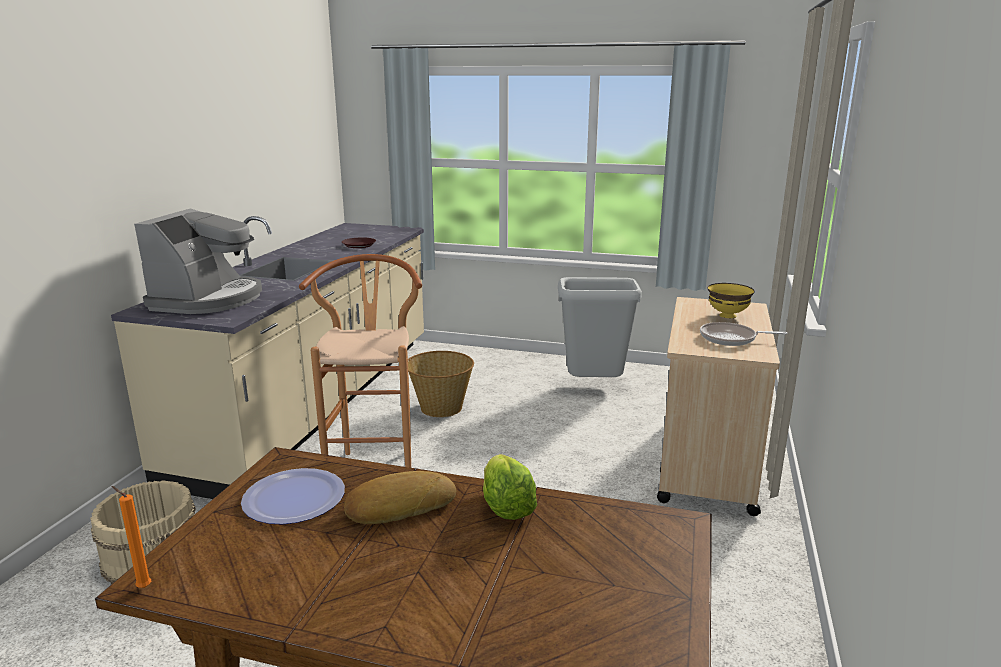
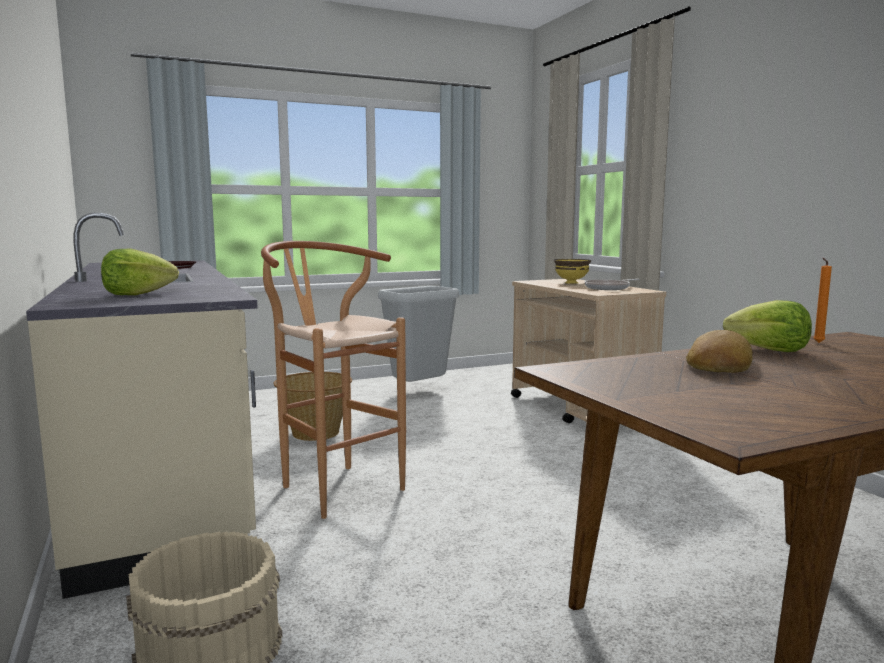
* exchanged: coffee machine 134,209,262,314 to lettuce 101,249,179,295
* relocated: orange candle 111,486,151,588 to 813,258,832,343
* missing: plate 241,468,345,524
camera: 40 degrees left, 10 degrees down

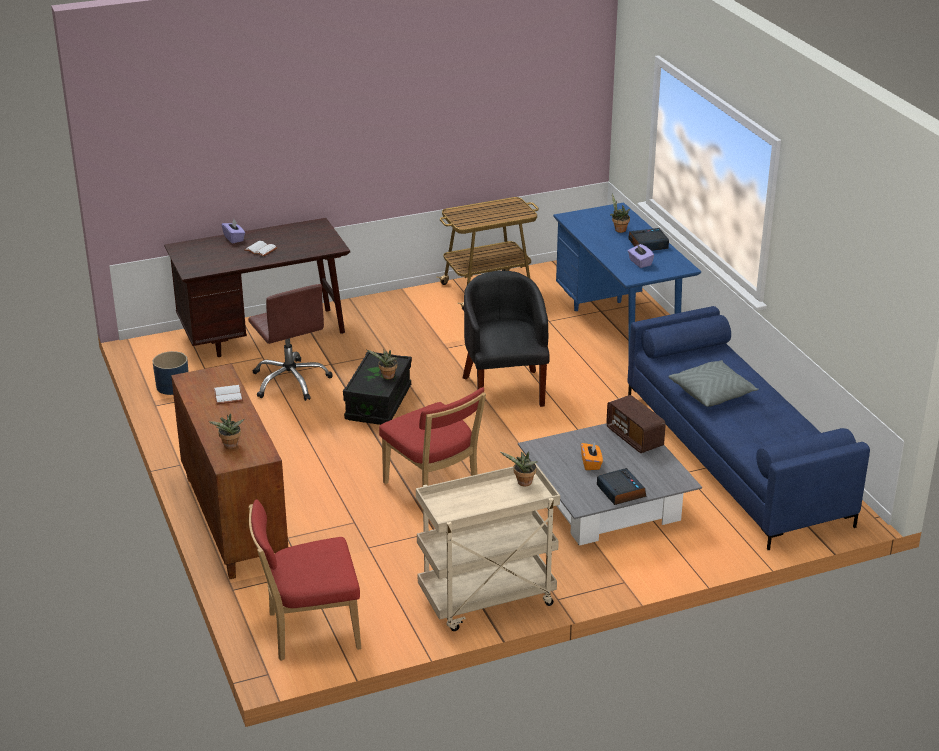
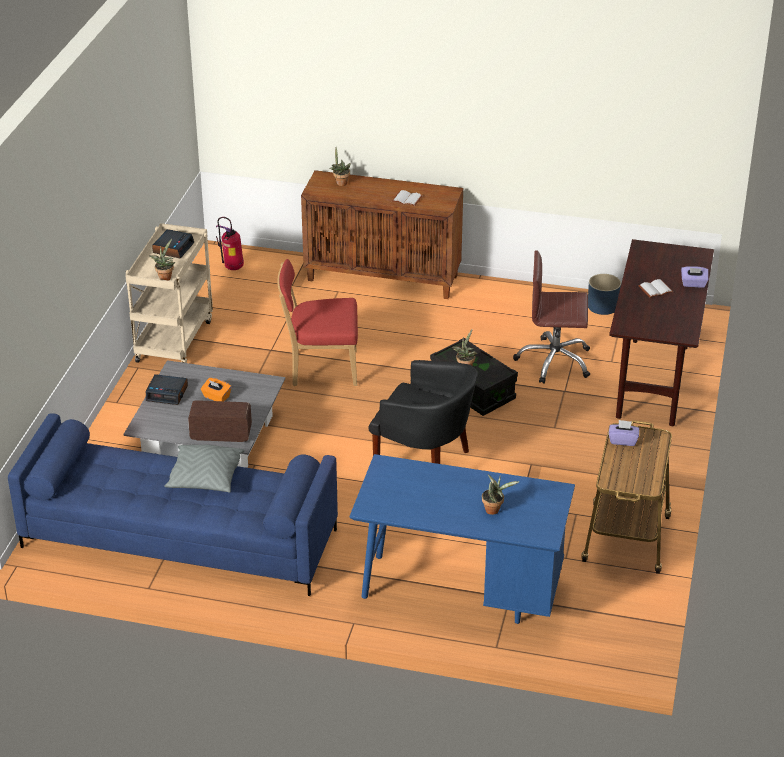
* relocated: alarm clock 628,228,669,251 to 152,229,194,258
* exchanged: red chair 248,499,361,661 to fire extinguisher 216,217,244,270
* relocated: purple tissue box 628,244,654,268 to 609,420,639,446
camera: 125 degrees right, 5 degrees up

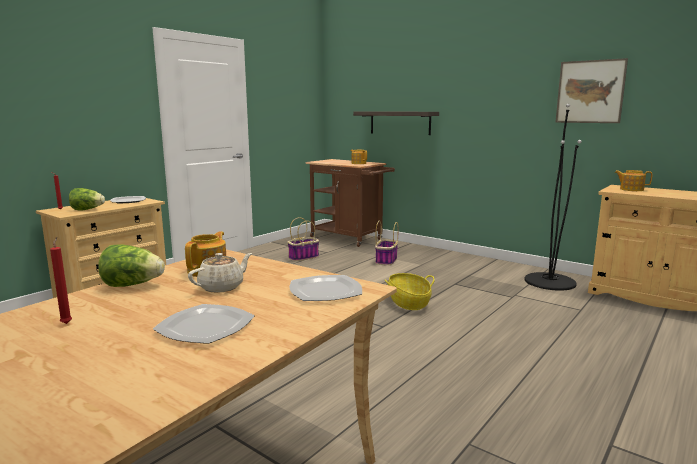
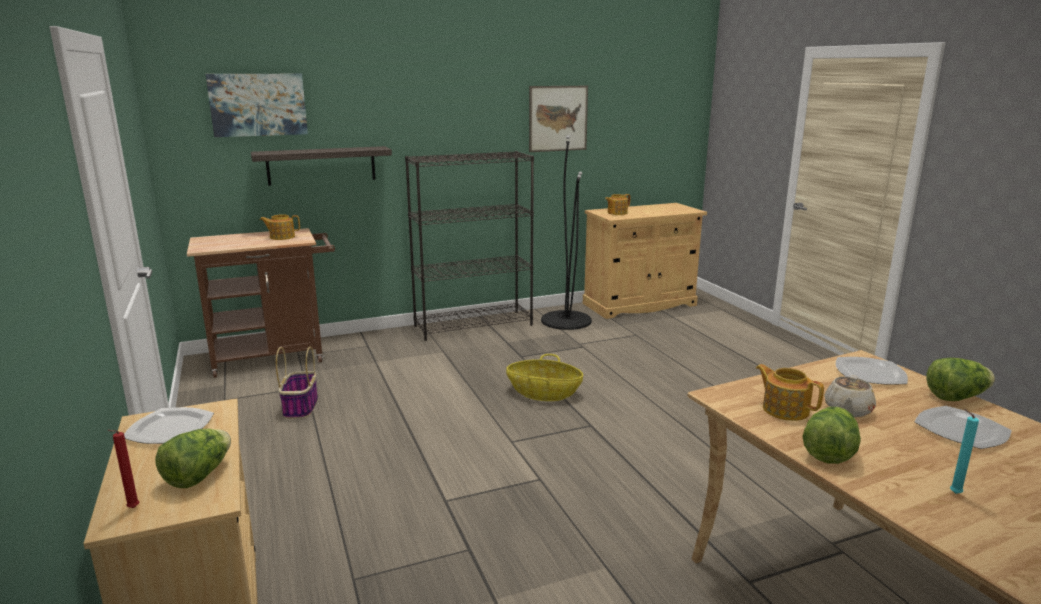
* appeared: picture 206,74,308,137
* appeared: black bookcase 405,151,534,341
* spun: beige teapot 188,253,252,293 = 824,375,876,417 135 degrees counterclockwise
* appeared: lettuce 926,358,995,401
* colour: red candle 50,237,72,324 to turquoise candle 950,409,979,494
* missing: basket 375,221,399,265
camera: 60 degrees left, 5 degrees up

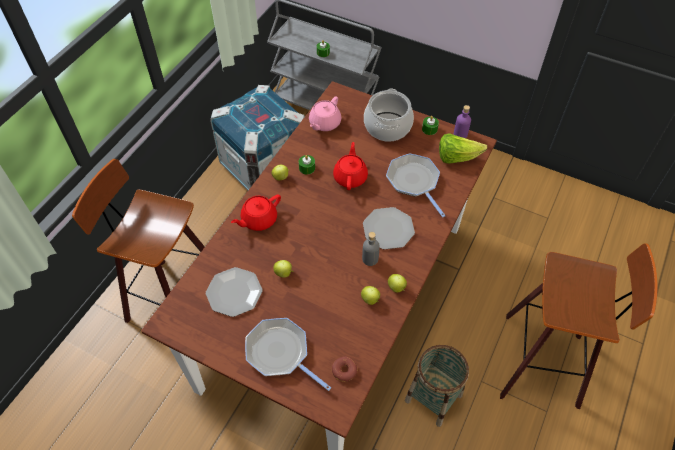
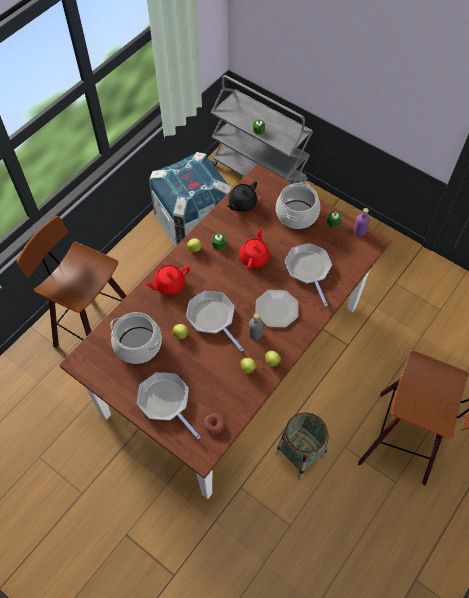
* exchanged: plate 206,267,263,317 to cooking pot 110,312,162,364
* appeared: frying pan 186,291,244,351
* colour: pink teapot 309,96,341,131 to black teapot 227,181,257,212
* missing: lettuce 439,133,488,164
camera: 10 degrees right, 5 degrees up

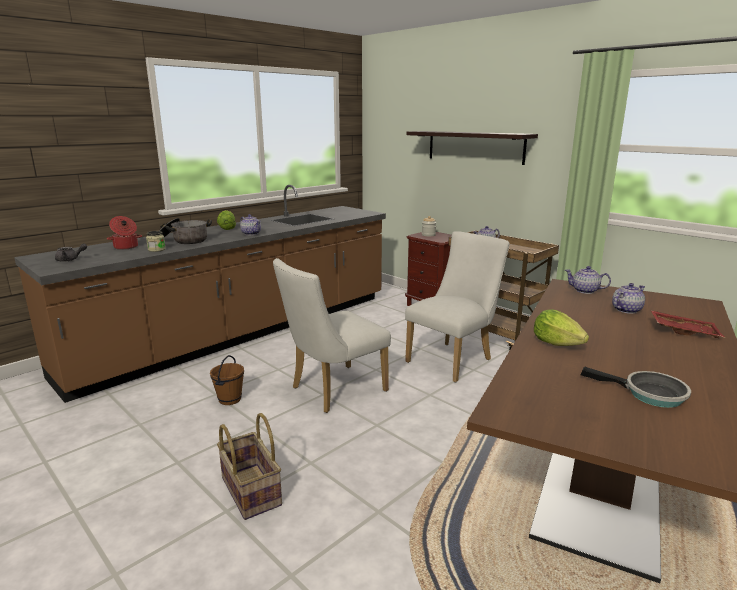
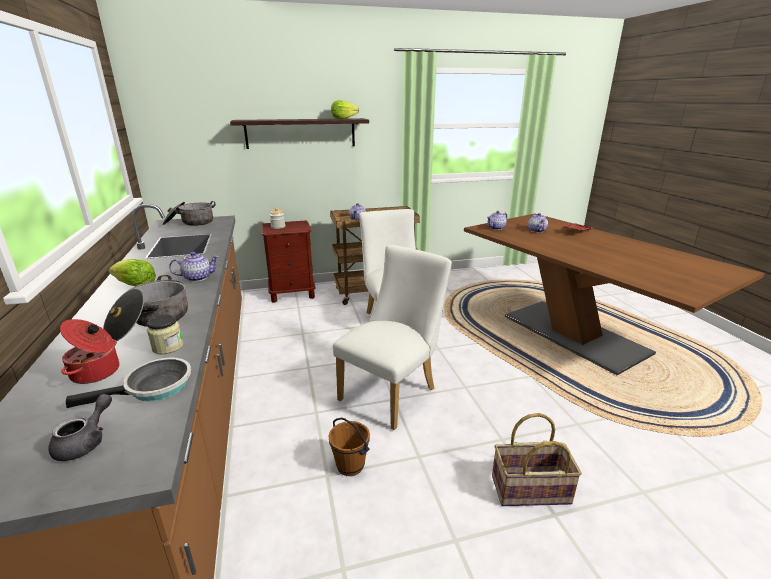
* relocated: frying pan 581,367,691,408 to 66,357,192,408
* appeared: cooking pot 163,201,216,226
* relocated: lettuce 534,309,589,346 to 331,100,359,119
* spun: white chair 273,258,391,413 = 333,245,452,430 135 degrees counterclockwise
camera: 60 degrees left, 5 degrees up

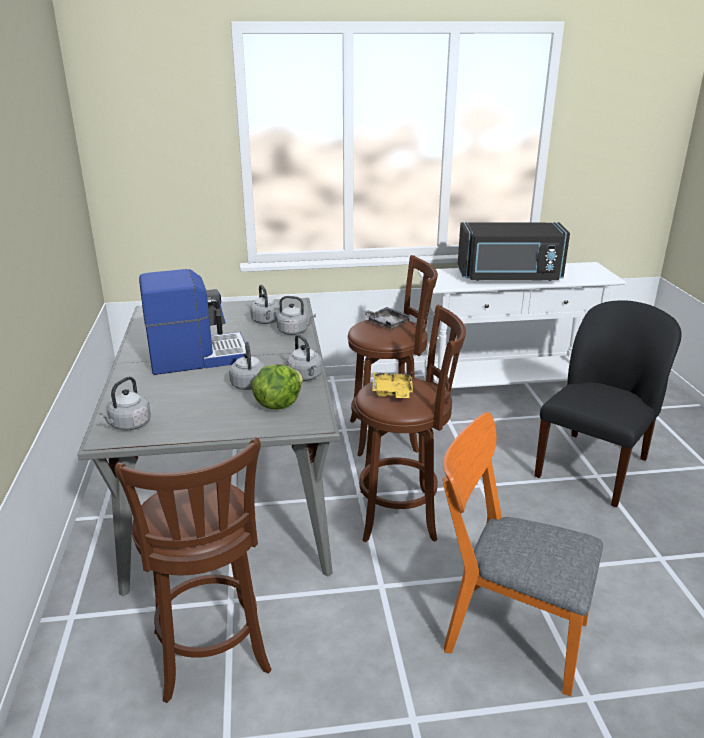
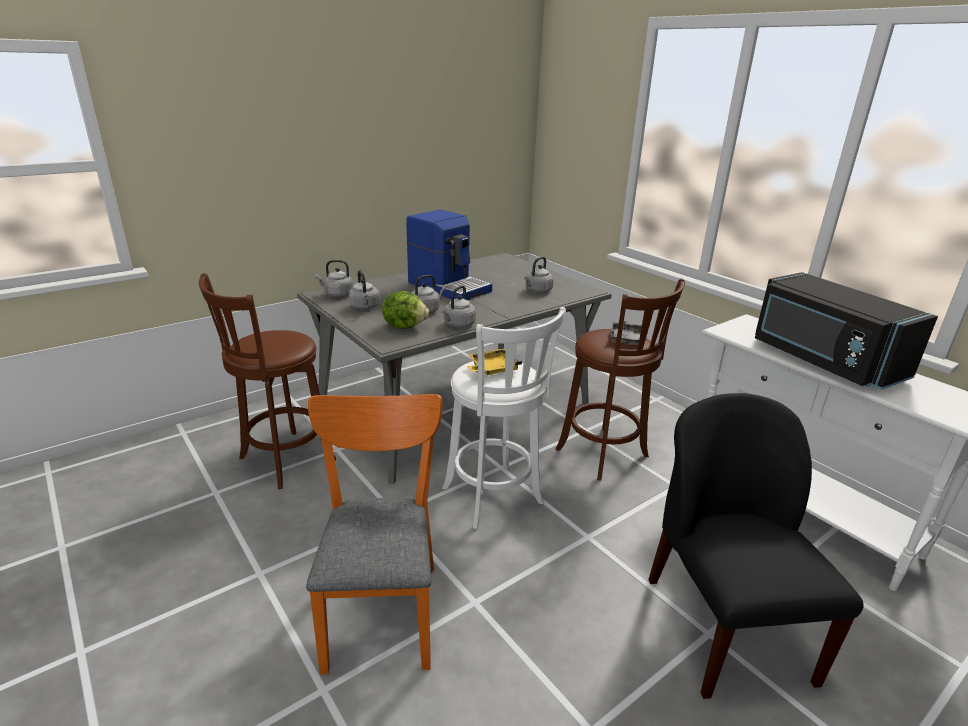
* relocated: grey kettle 277,296,316,335 to 349,270,380,310
* colour: brown stool 355,305,466,542 to white stool 442,307,566,529
* spun: black chair 534,300,682,507 = 648,393,864,699 105 degrees counterclockwise
camera: 60 degrees right, 0 degrees up

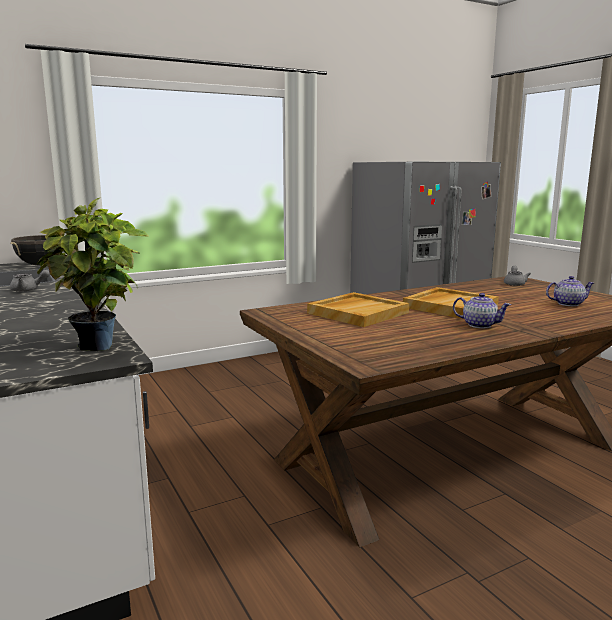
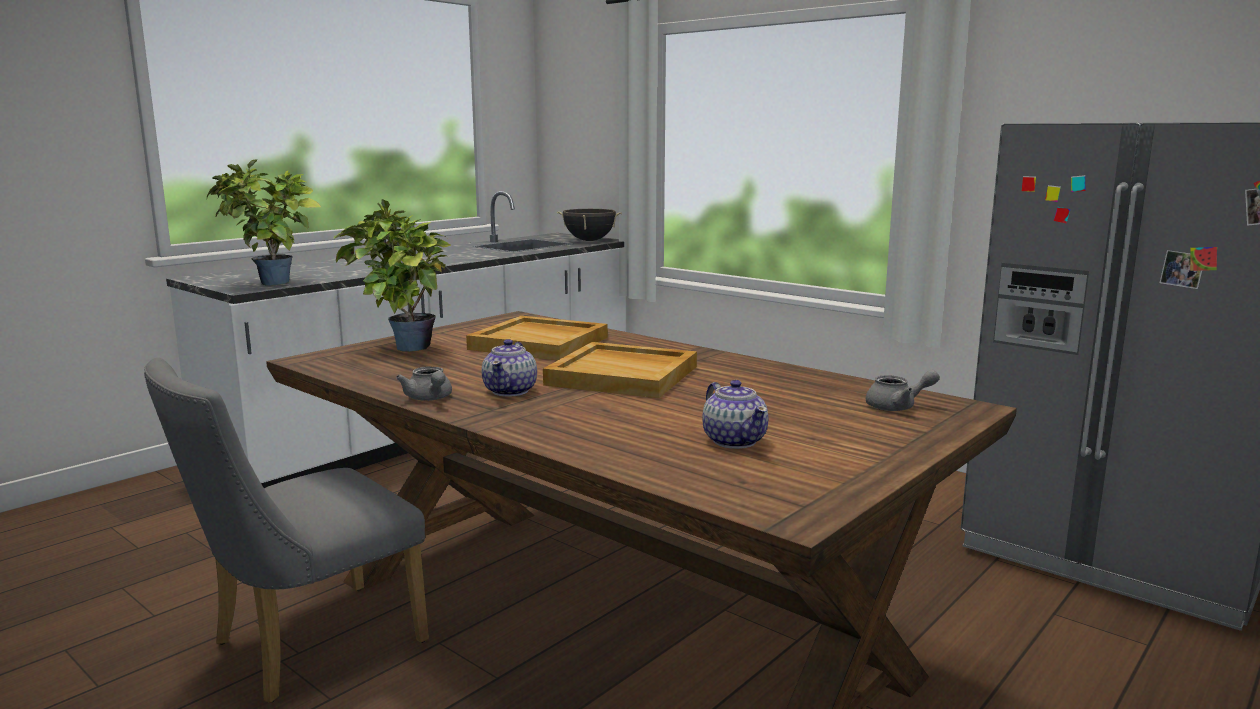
* appeared: grey chair 144,358,429,703
* appeared: potted plant 333,199,451,352
* relocated: grey teapot 10,270,50,292 to 396,367,452,401
camera: 70 degrees right, 0 degrees up

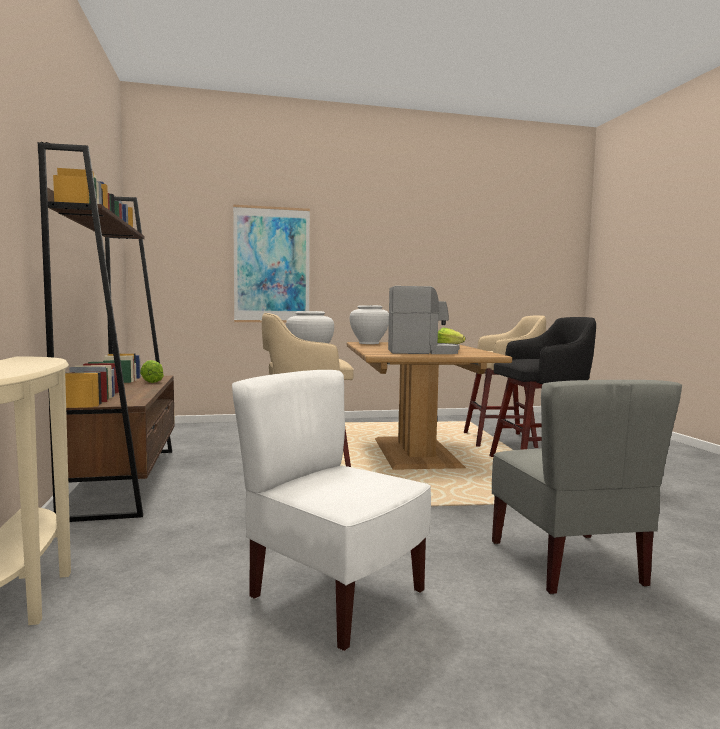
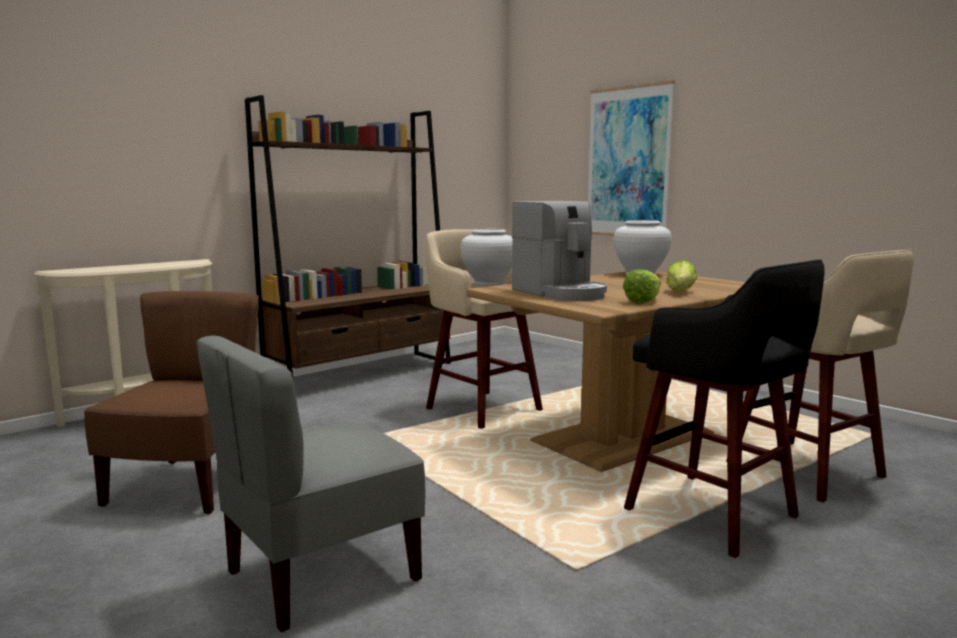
* colour: white chair 232,370,431,651 to brown chair 84,291,259,514
* relocated: lettuce 140,360,164,383 to 623,269,661,304
camera: 60 degrees right, 5 degrees up

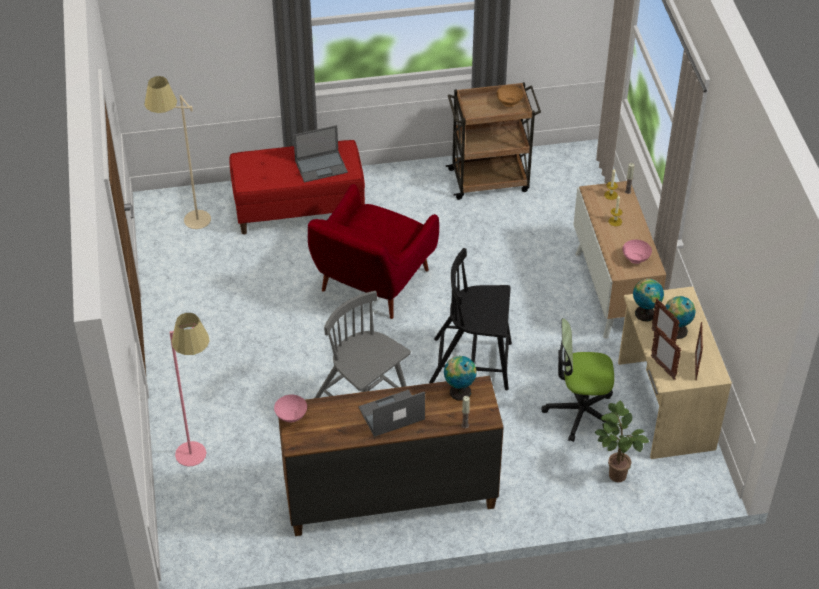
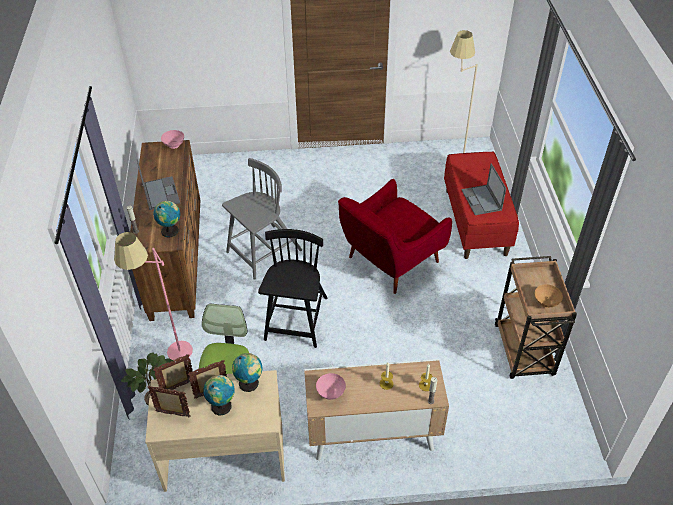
* relocated: pink floor lamp 169,313,210,467 to 114,232,193,360
* spun: red armchair 308,184,439,319 = 338,179,452,294 75 degrees counterclockwise
camera: 95 degrees right, 0 degrees up

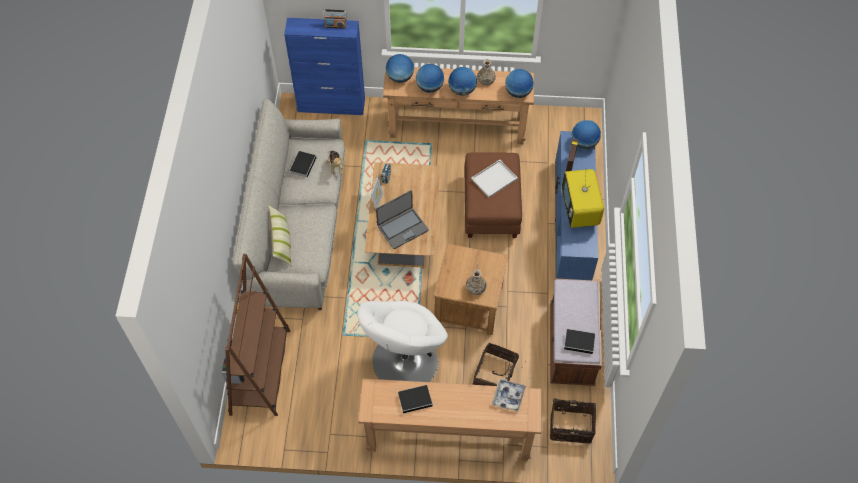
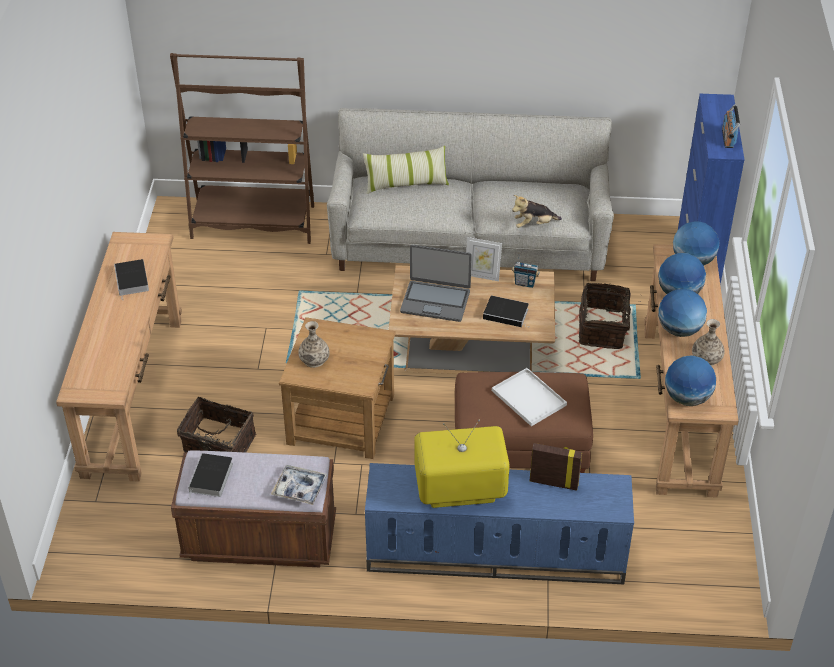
* relocated: tray 492,378,526,412 to 271,465,328,505
* spun: laptop 376,190,429,249 = 400,245,472,322 45 degrees counterclockwise
* relocated: book 290,151,316,178 to 483,296,530,328
* relocated: basket 550,398,596,444 to 579,283,631,349
* missing: white armchair 357,301,448,382
* missing: globe 572,120,601,149
camera: 90 degrees right, 15 degrees down

